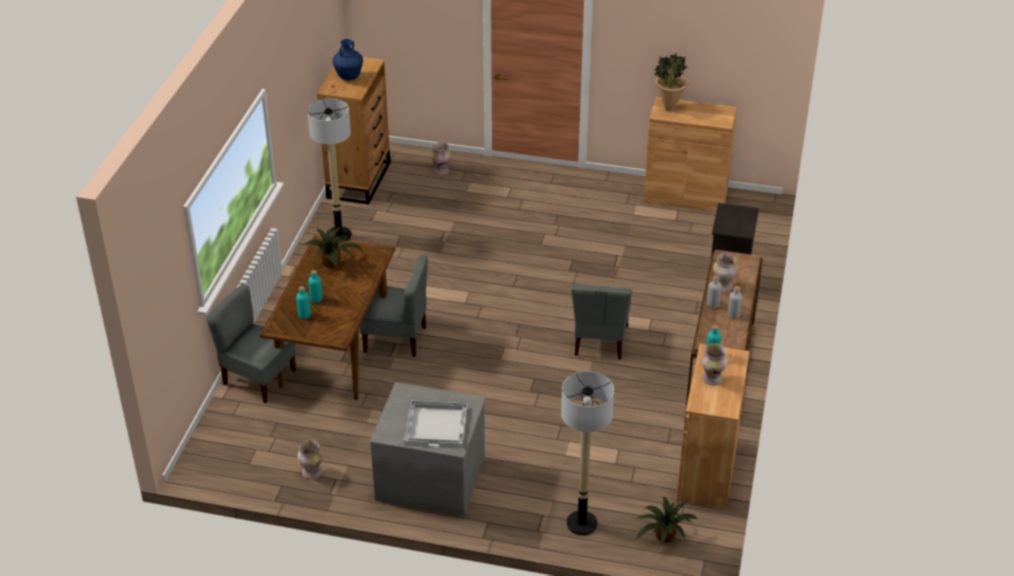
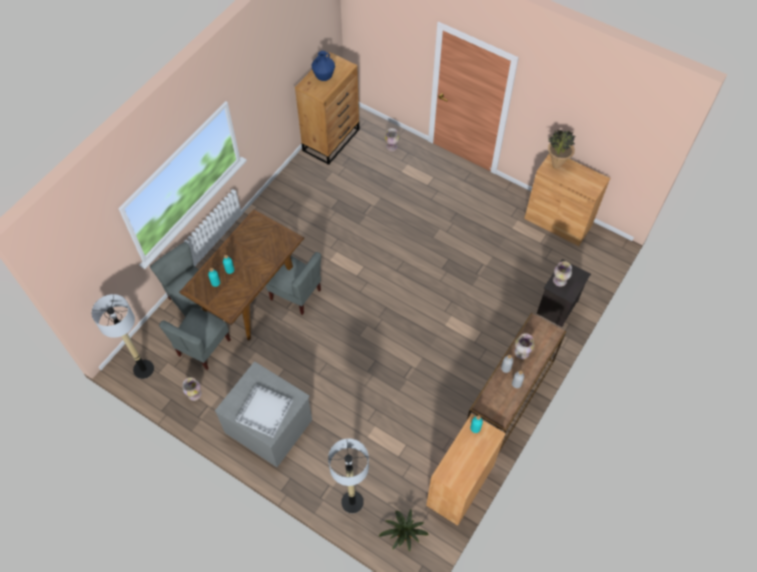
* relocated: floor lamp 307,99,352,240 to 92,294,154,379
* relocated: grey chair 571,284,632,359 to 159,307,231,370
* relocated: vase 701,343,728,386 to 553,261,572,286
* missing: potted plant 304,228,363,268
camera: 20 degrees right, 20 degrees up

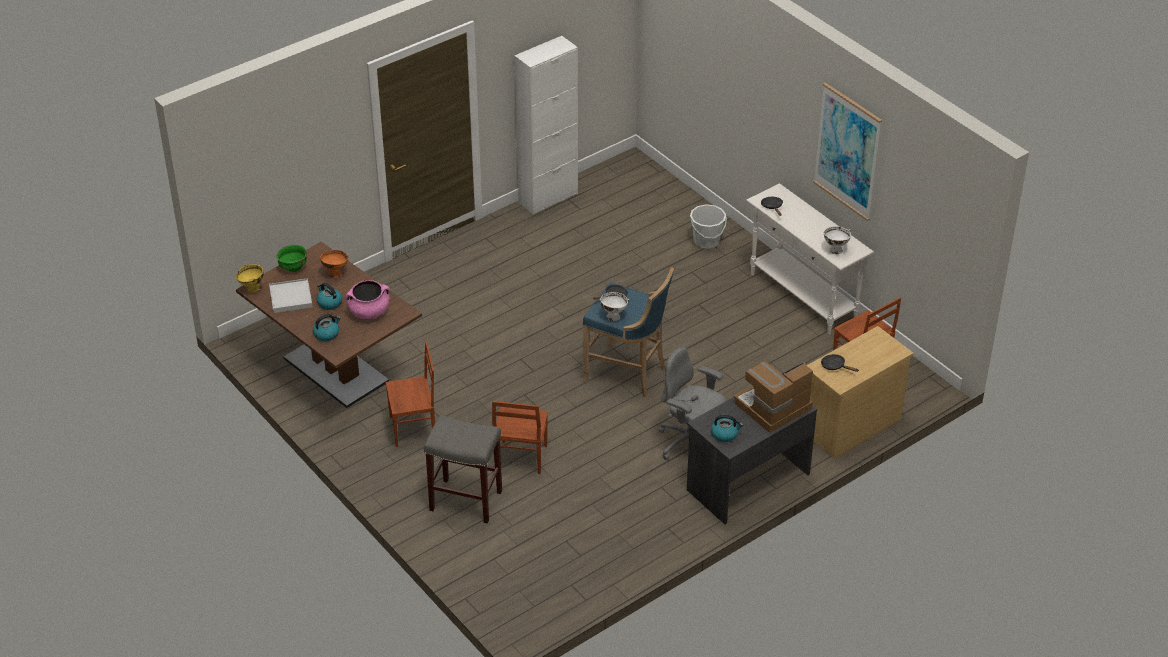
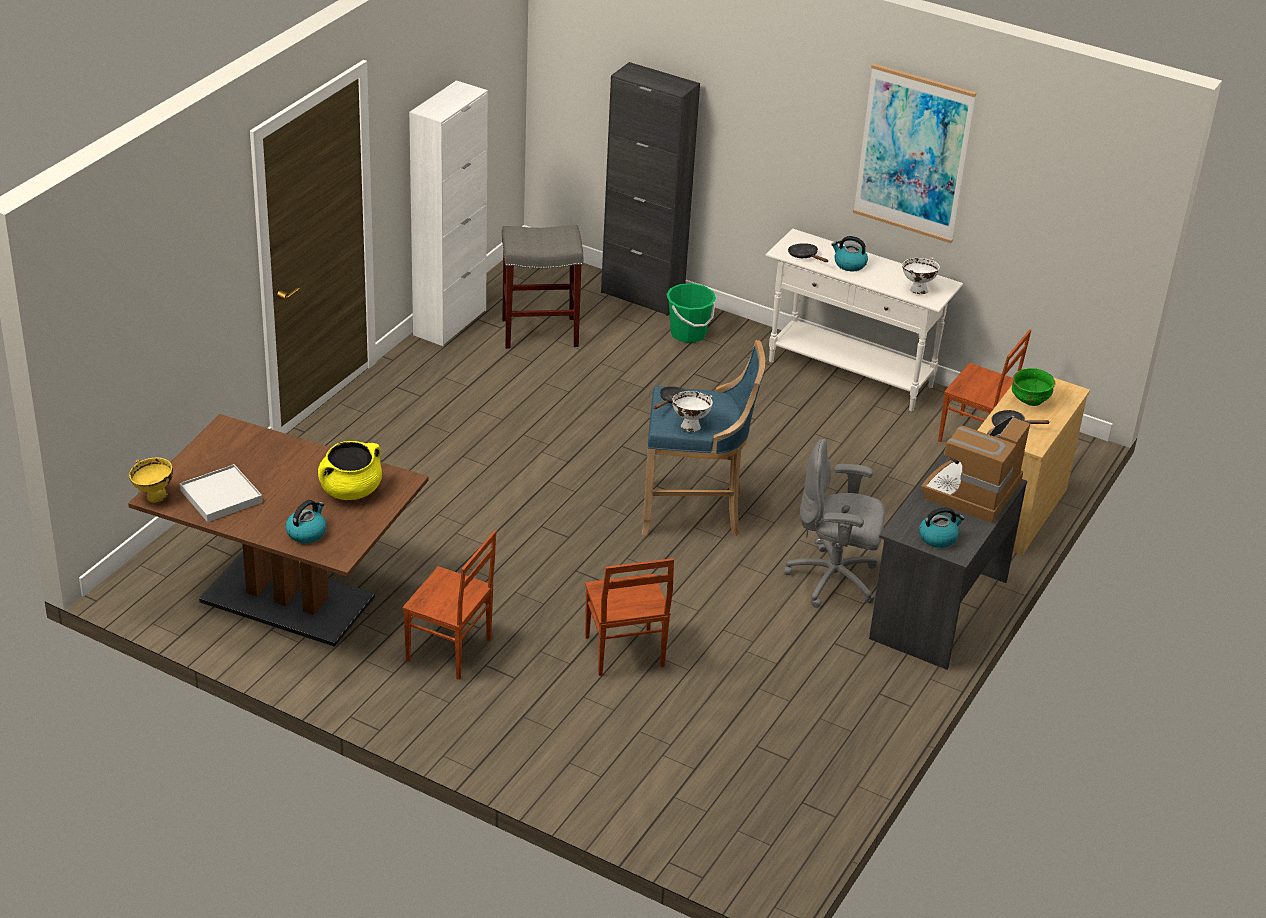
* colour: pink cooking pot 345,280,390,319 to yellow cooking pot 318,441,382,500
* spun: brown chair 385,341,435,447 = 403,530,497,680 60 degrees clockwise
* relocated: grey stool 424,415,502,524 to 502,225,583,349
* appeared: black cabinet 601,62,700,316
* colour: white bucket 690,204,727,249 to green bucket 666,283,716,343
* relocated: kettle 317,283,342,310 to 831,236,868,271
* relocated: green bowl 276,245,307,272 to 1012,368,1055,406
* missing: orange bowl 319,250,349,278
camera: 25 degrees left, 5 degrees down

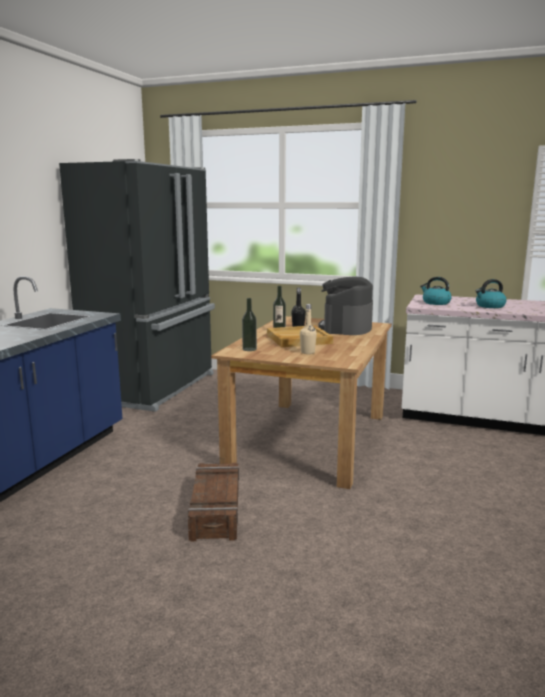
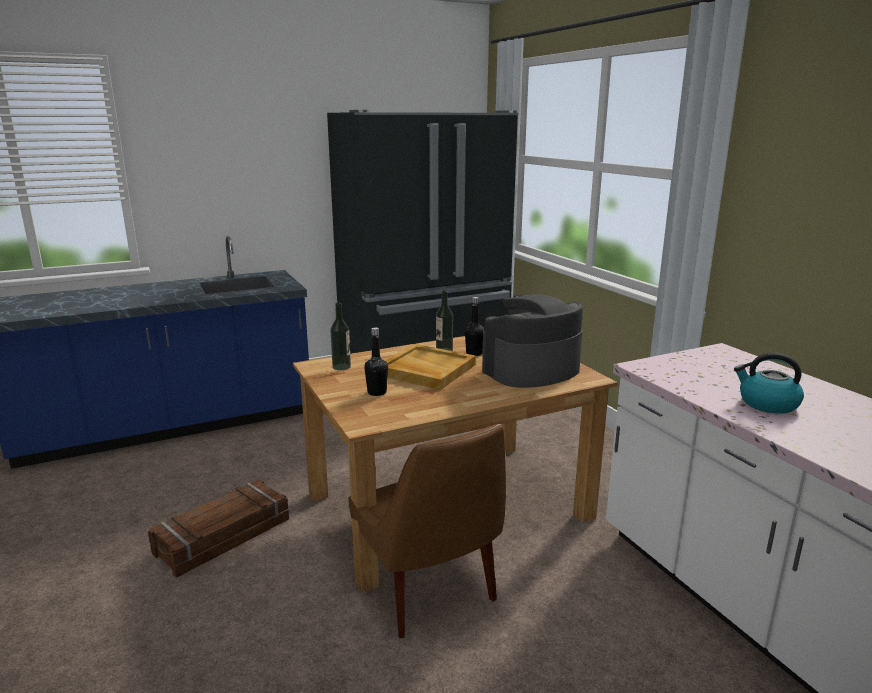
* appeared: brown chair 348,424,506,638
* colour: beige bottle 300,304,317,354 to black bottle 364,327,388,396
* missing: kettle 420,277,452,305
camera: 45 degrees right, 5 degrees up

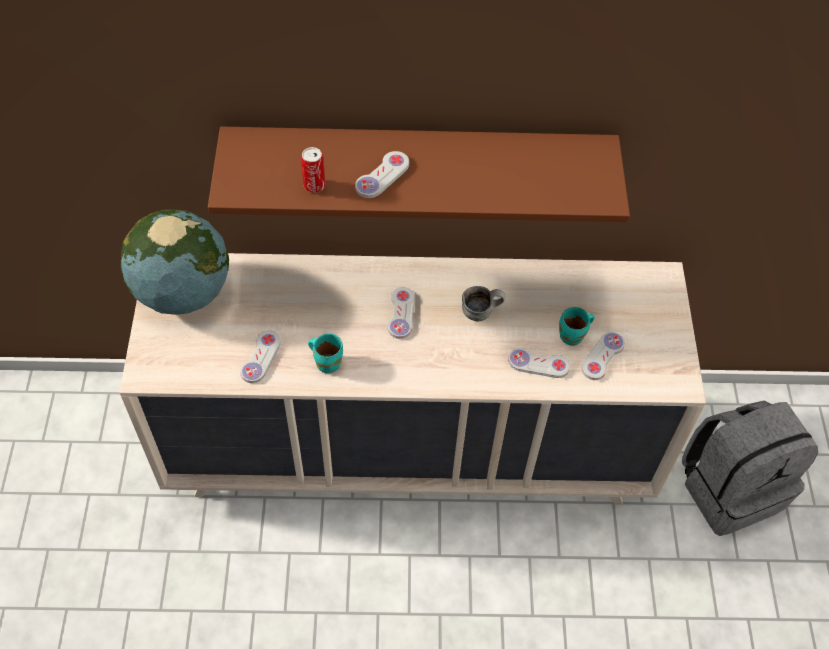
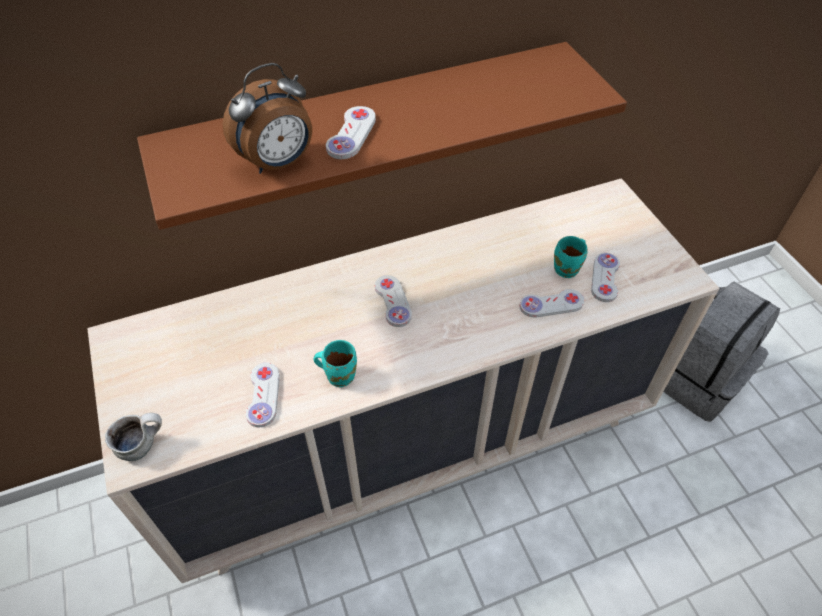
* relocated: mug 462,286,505,322 to 105,413,162,461
* exchanged: can 301,147,325,193 to alarm clock 222,63,312,174
* missing: globe 121,209,229,315
camera: 20 degrees left, 5 degrees down

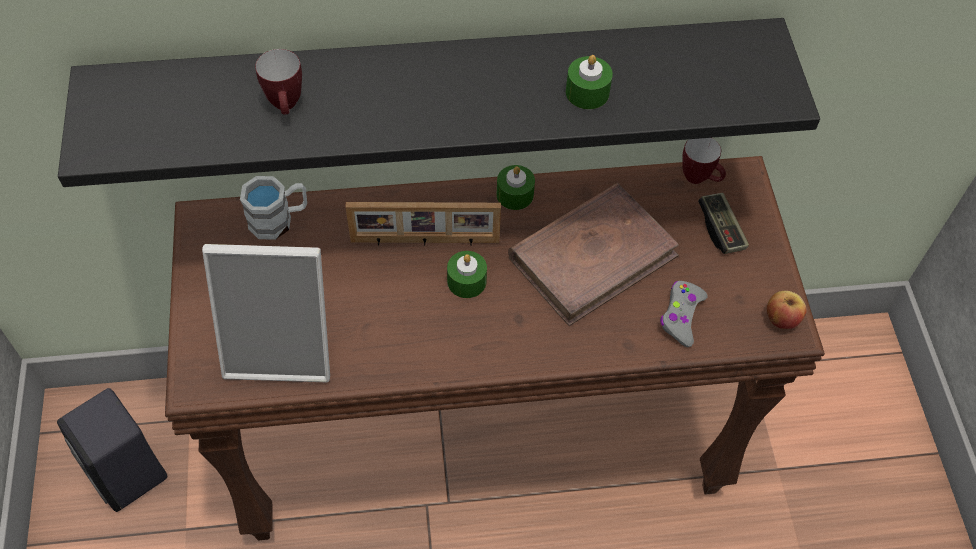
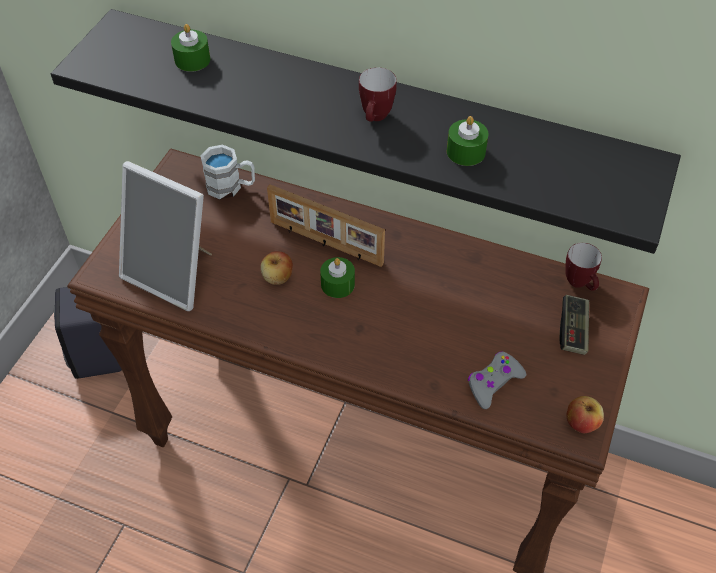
* relocated: green candle 497,165,535,210 to 171,24,210,72
* appeared: apple 260,251,293,285
* relocated: mug 255,49,302,115 to 359,67,397,122
* missing: brown book 508,183,679,326
camera: 30 degrees right, 5 degrees down

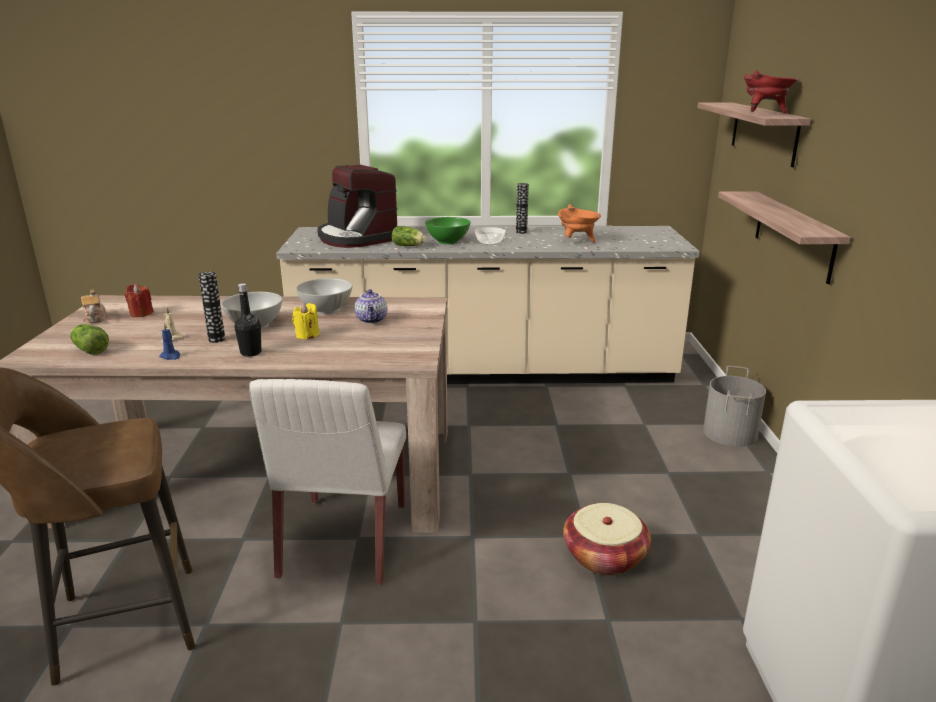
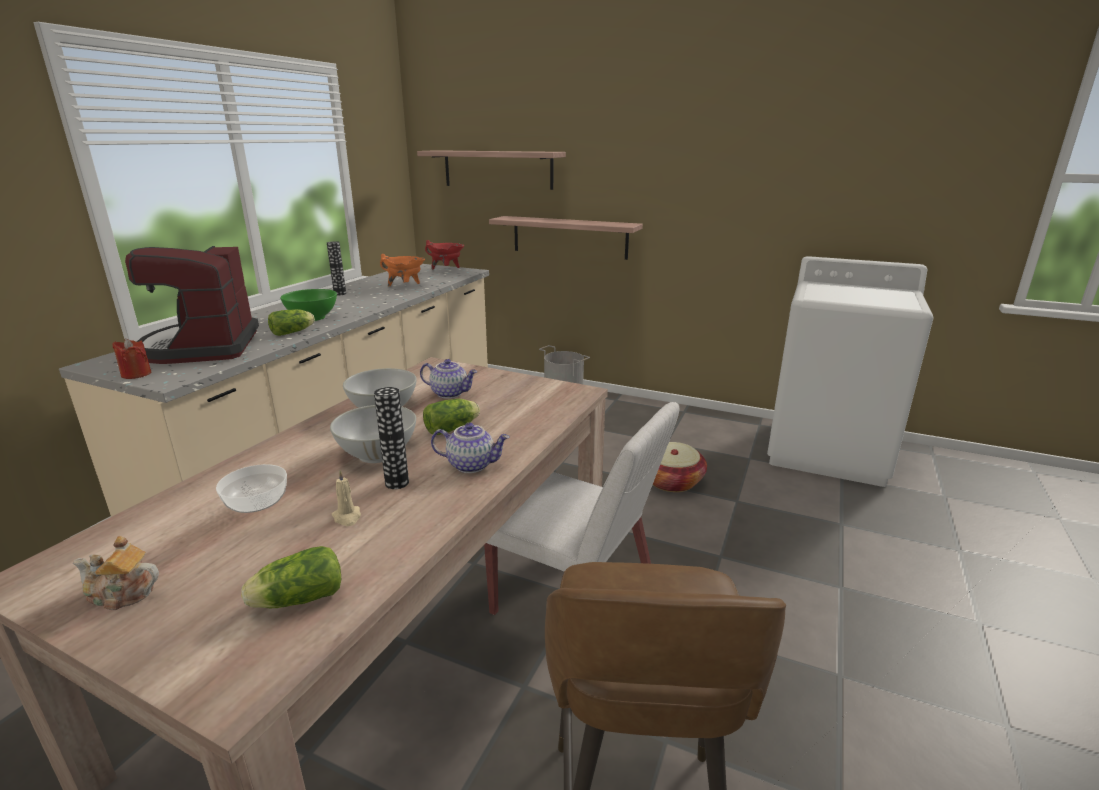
* relocated: red candle 125,284,154,317 to 113,338,151,379
* spun: coffee machine 317,165,398,248 = 125,246,259,364 90 degrees clockwise
* relocated: bowl 475,227,506,245 to 216,464,287,513
* exchanged: yellow candle 292,303,320,340 to lettuce 423,399,480,435
* relocated: red cooking pot 744,70,798,114 to 425,240,464,269
* exchanged: black bottle 234,283,261,357 to teapot 431,423,510,473
* missing: blue candle 159,323,180,360
camera: 65 degrees left, 0 degrees up

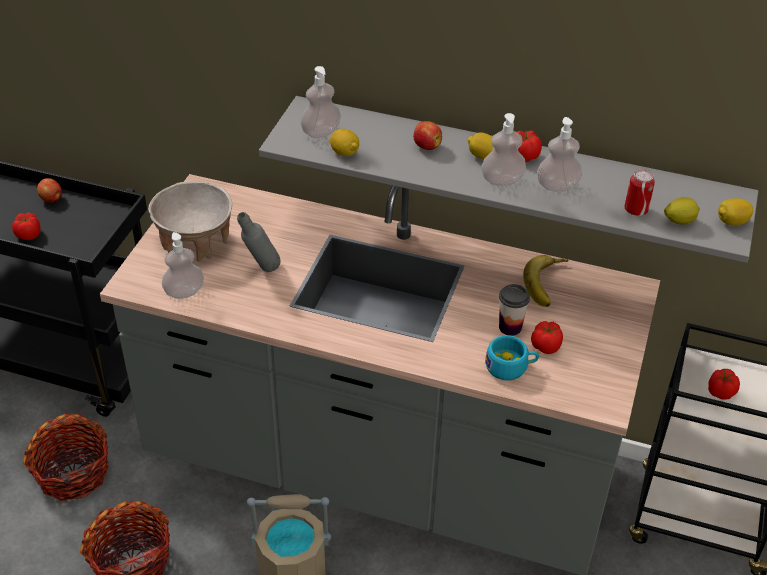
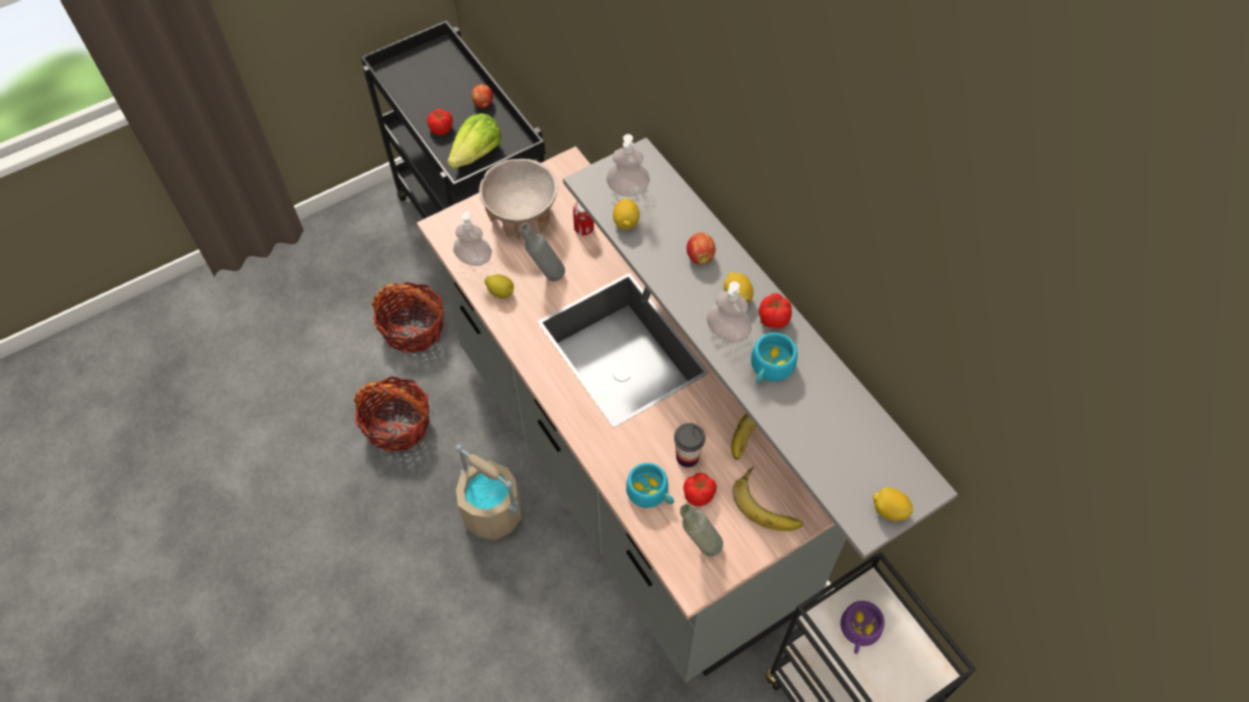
* appeared: lettuce 447,113,501,169
* relocated: lemon 664,197,700,225 to 485,274,514,298
* relocated: can 624,169,655,216 to 573,201,594,235
* appeared: grey bottle 680,504,723,556
* appeared: banana 732,467,803,531
* exchanged: soap dispenser 537,117,582,192 to turquoise cup 751,333,798,384
* exchanged: tomato 708,369,740,400 to purple cup 840,601,885,654
camera: 40 degrees right, 15 degrees up

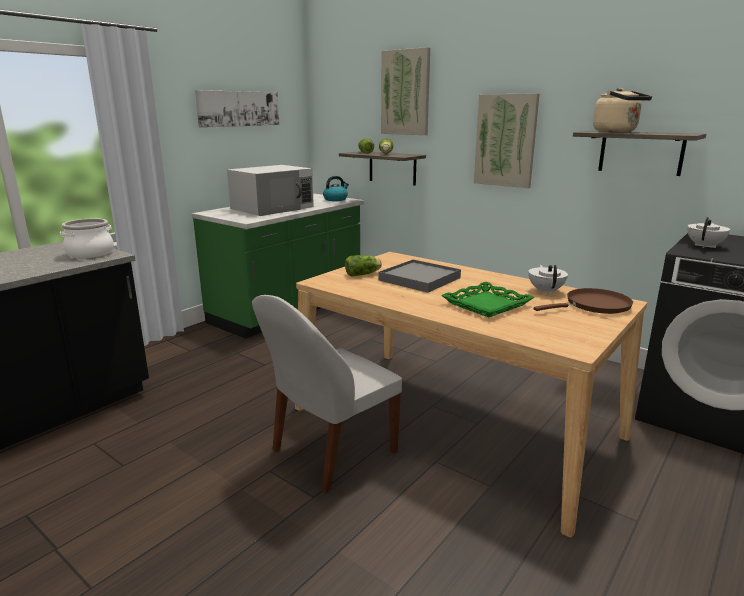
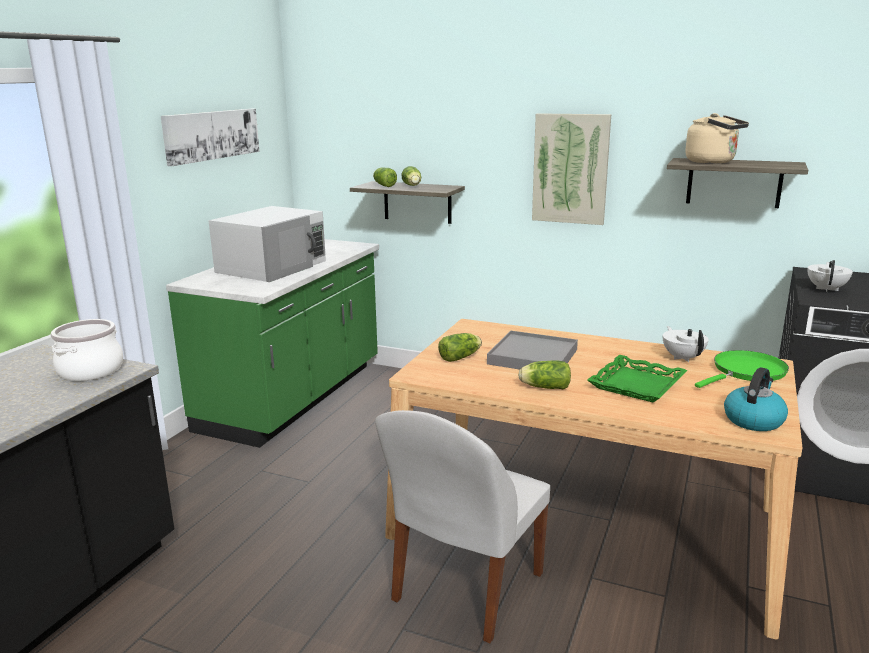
* appeared: lettuce 518,360,571,389
* colour: brown frying pan 534,288,633,314 to green frying pan 695,350,789,388
* relocated: kettle 323,176,349,201 to 724,367,788,431
* missing: picture 381,47,430,135
camera: 15 degrees left, 0 degrees up

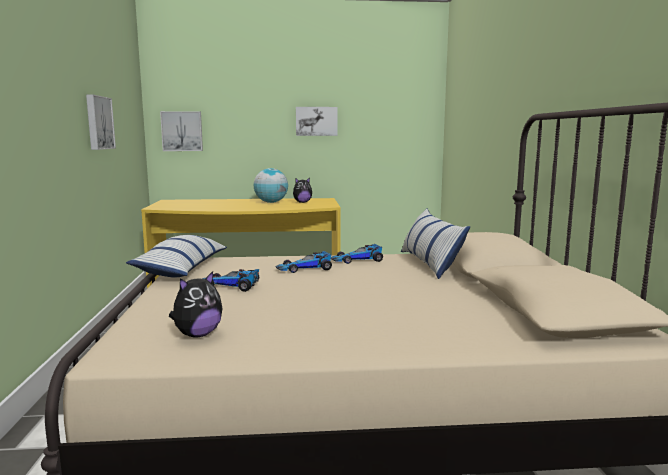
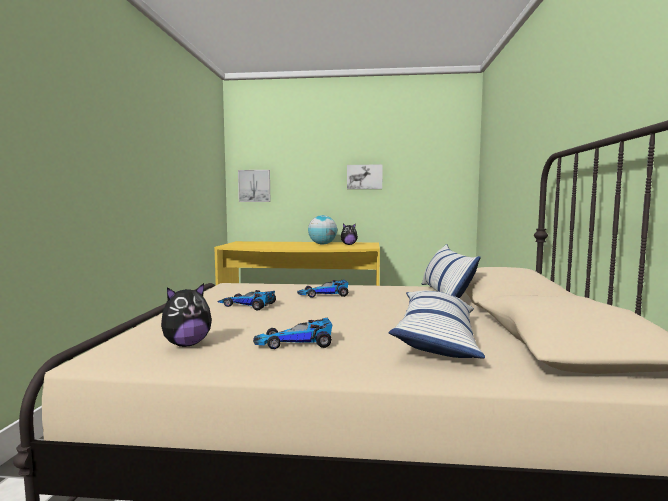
* relocated: toy car 331,244,383,264 to 253,317,332,349
* relocated: pillow 126,235,227,278 to 389,291,485,359
* missing: picture 86,94,116,150
camera: 10 degrees right, 5 degrees down

